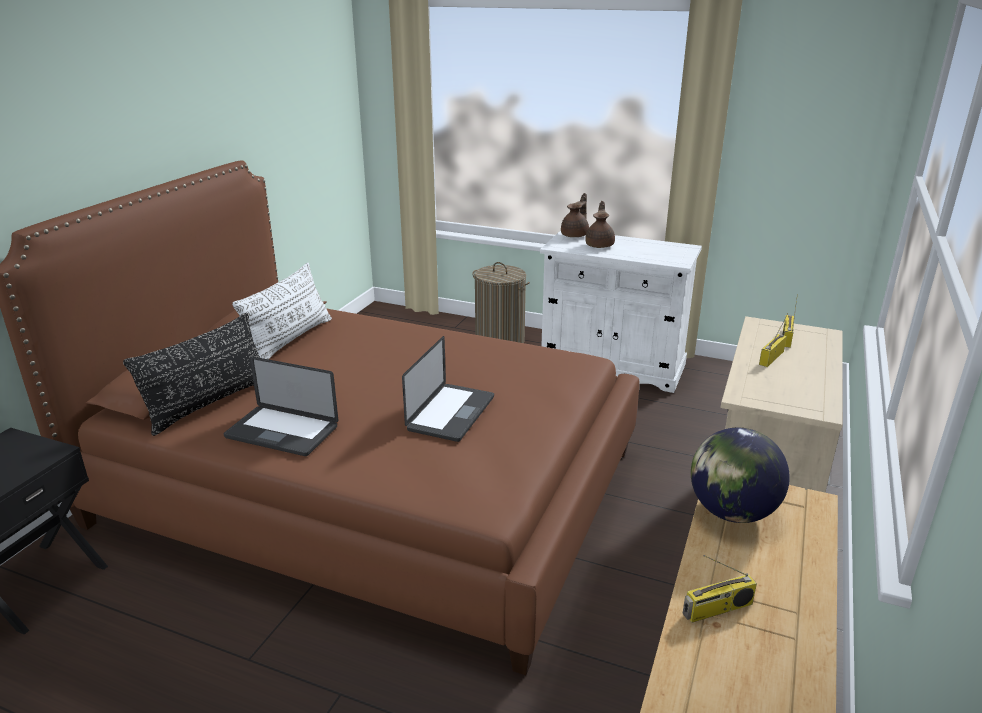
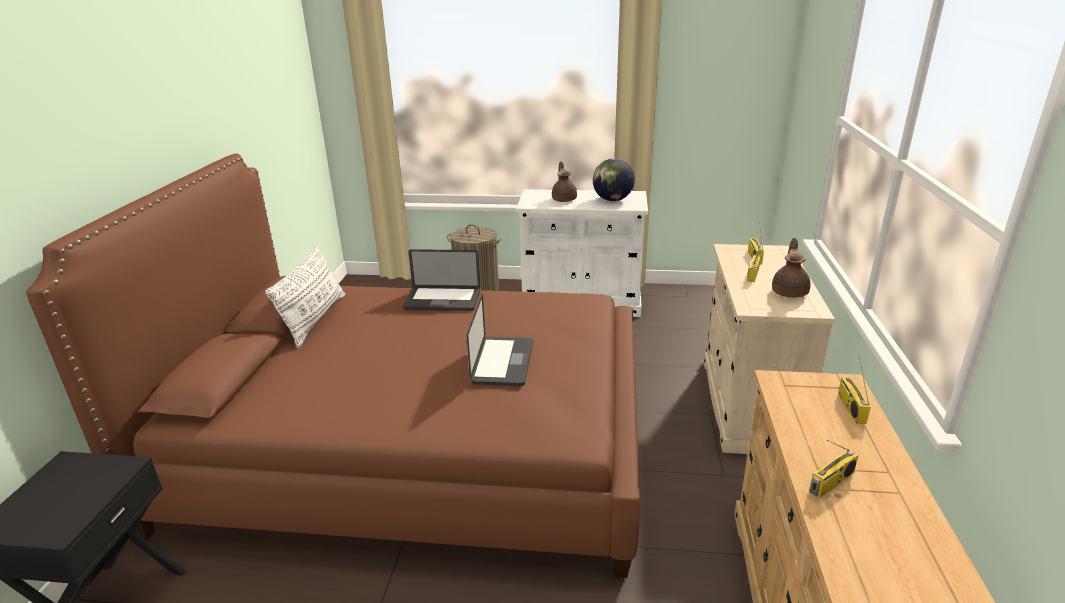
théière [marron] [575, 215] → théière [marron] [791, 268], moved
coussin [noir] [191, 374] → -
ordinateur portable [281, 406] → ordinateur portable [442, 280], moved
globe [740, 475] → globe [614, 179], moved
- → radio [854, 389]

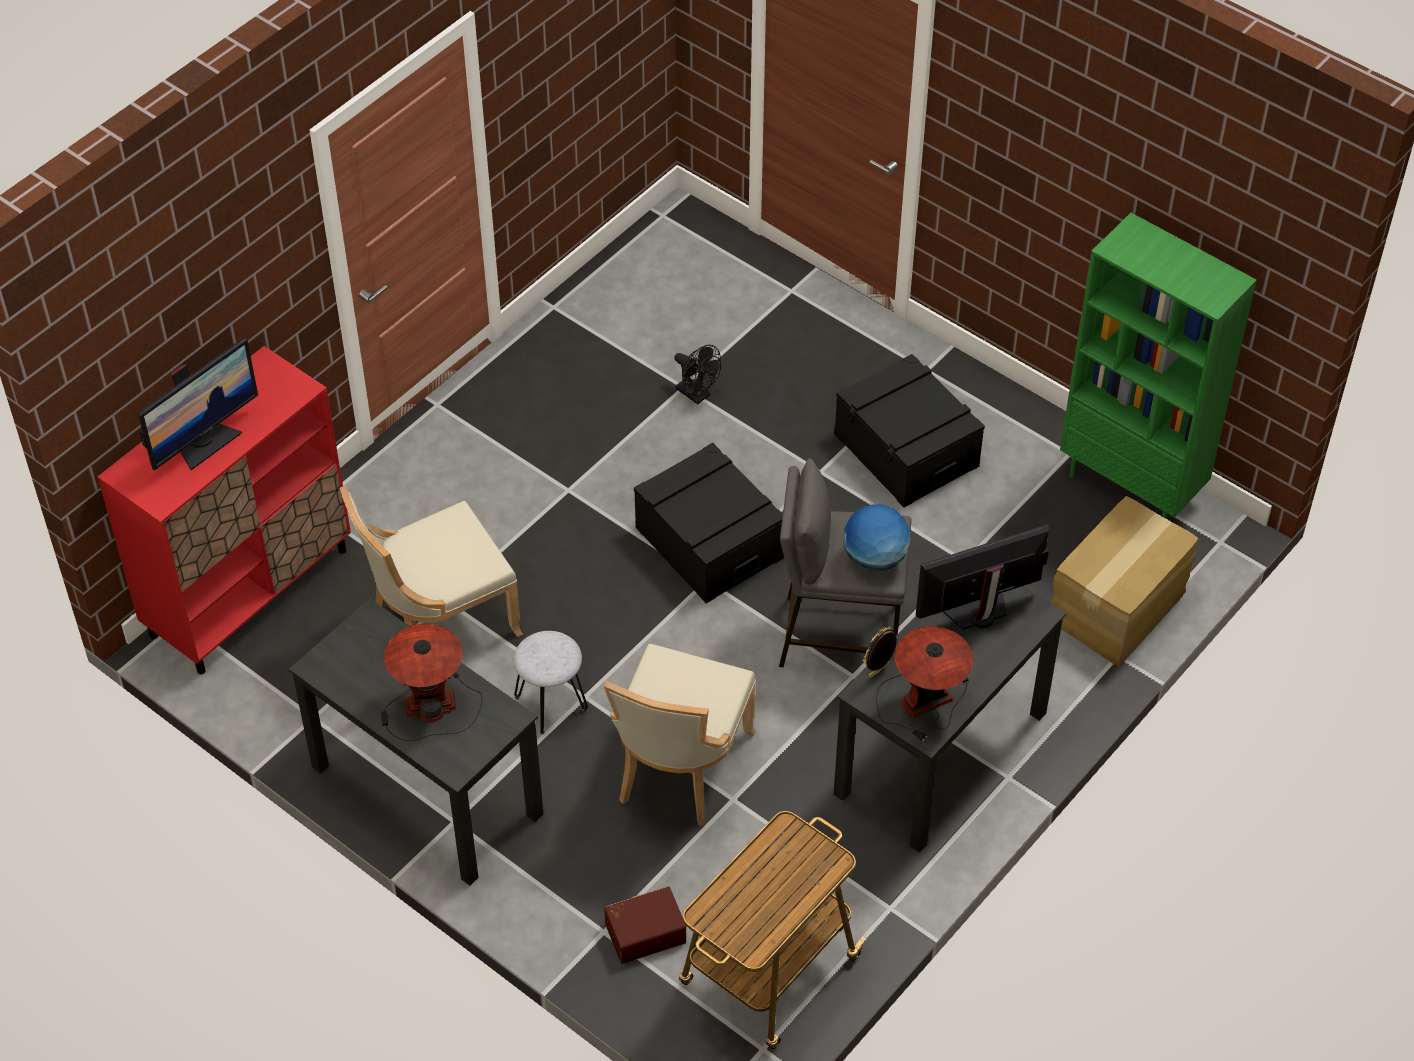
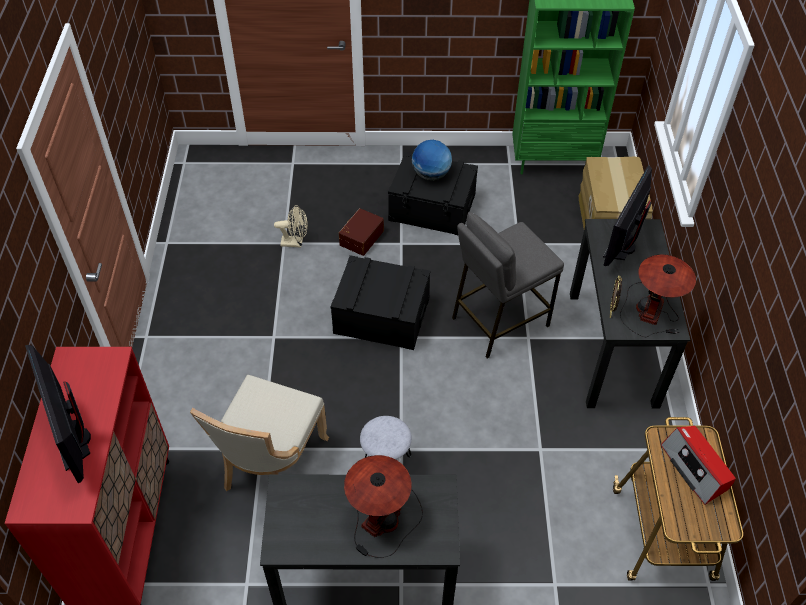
écran d'ordinateur [198, 405] → écran d'ordinateur [58, 414], 150 degrees clockwise
ventilateur [noir] [697, 374] → ventilateur [beige] [291, 226]
globe [877, 538] → globe [432, 160], moved
chaise [beige] [680, 735] → -
boîte de rangement [marron] [645, 925] → boîte de rangement [marron] [361, 232], moved
- → radio [698, 465]

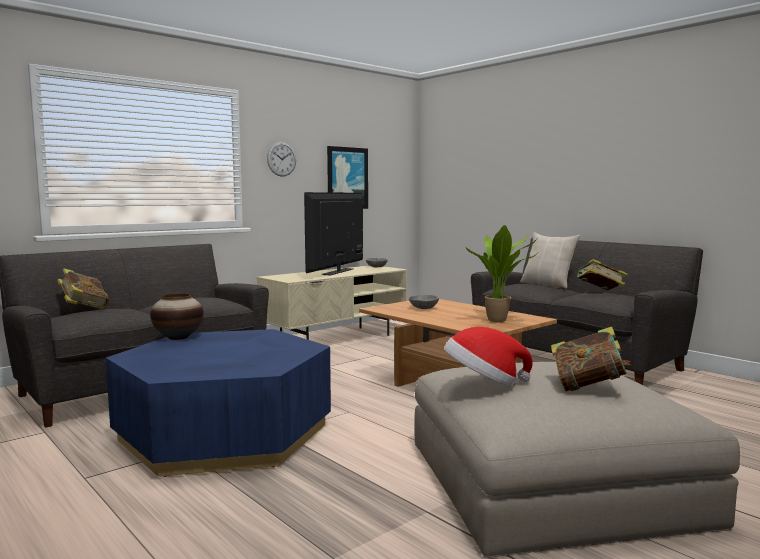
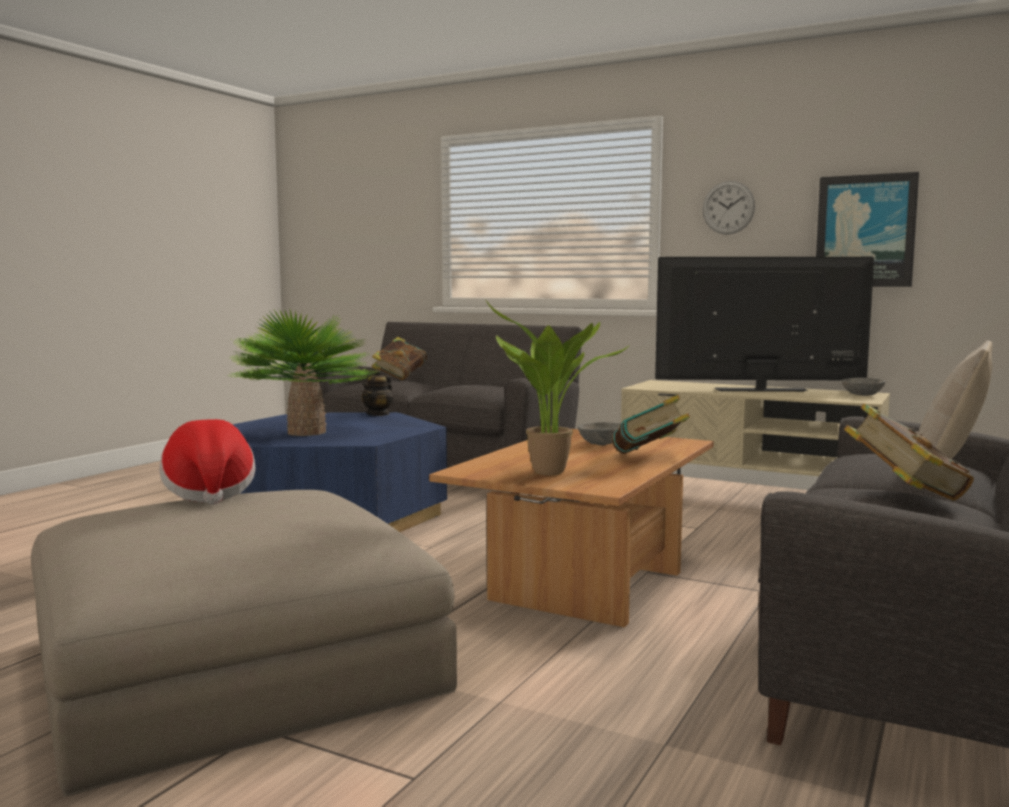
vase [177, 316] → théière [377, 392]
livre [591, 359] → livre [651, 424], moved
- → plante en pot [304, 372]

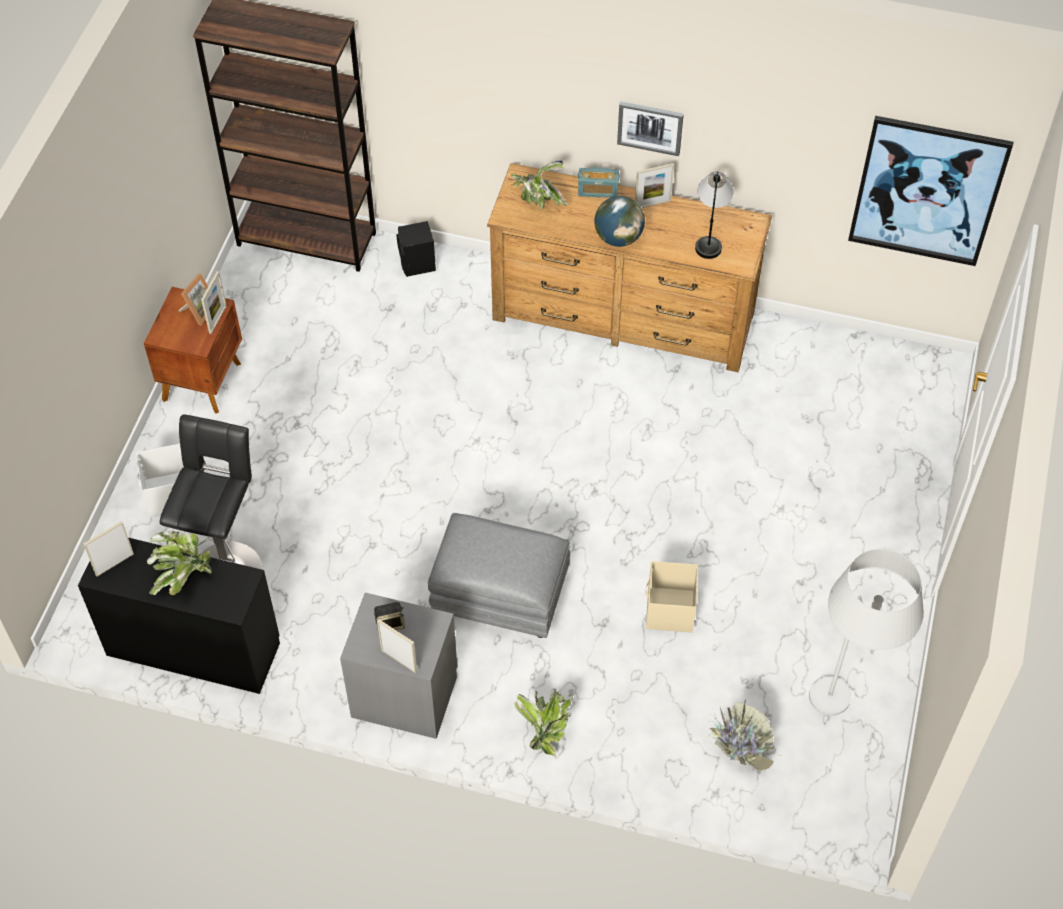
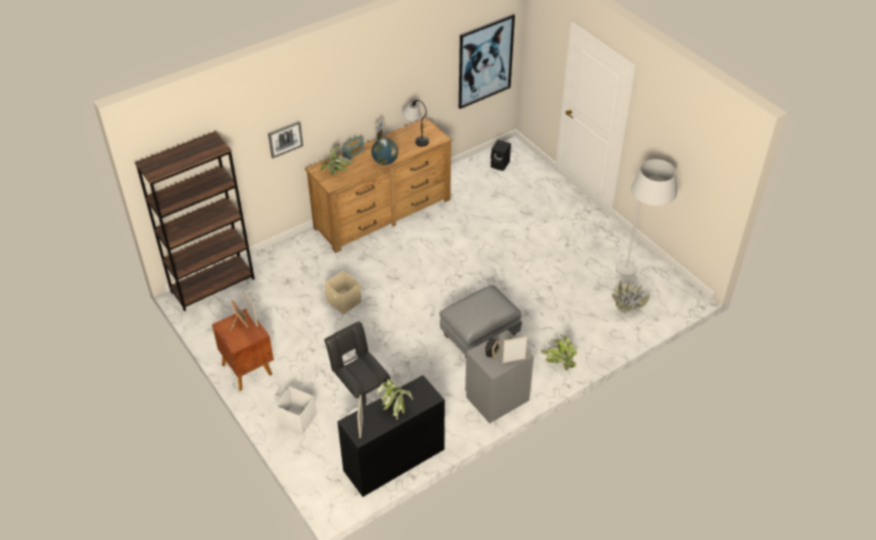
tableau [650, 128] → tableau [285, 139], moved
enceinte [noir] [416, 249] → enceinte [noir] [501, 155], moved
boîte de rangement [beige] [672, 597] → boîte de rangement [beige] [343, 293], moved

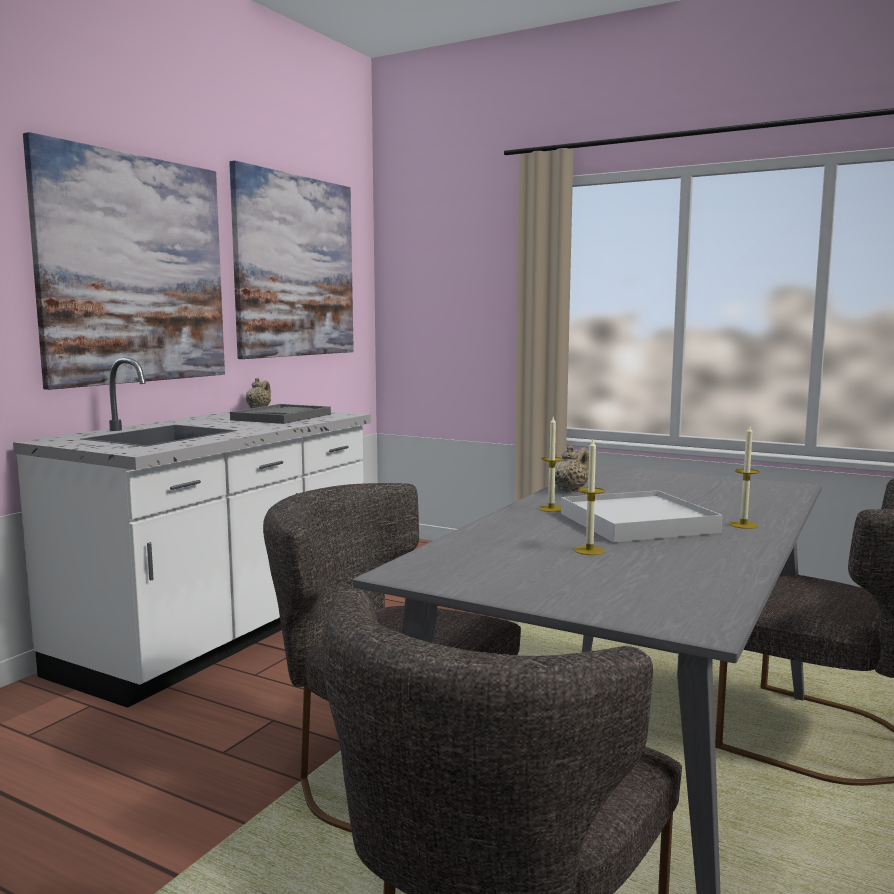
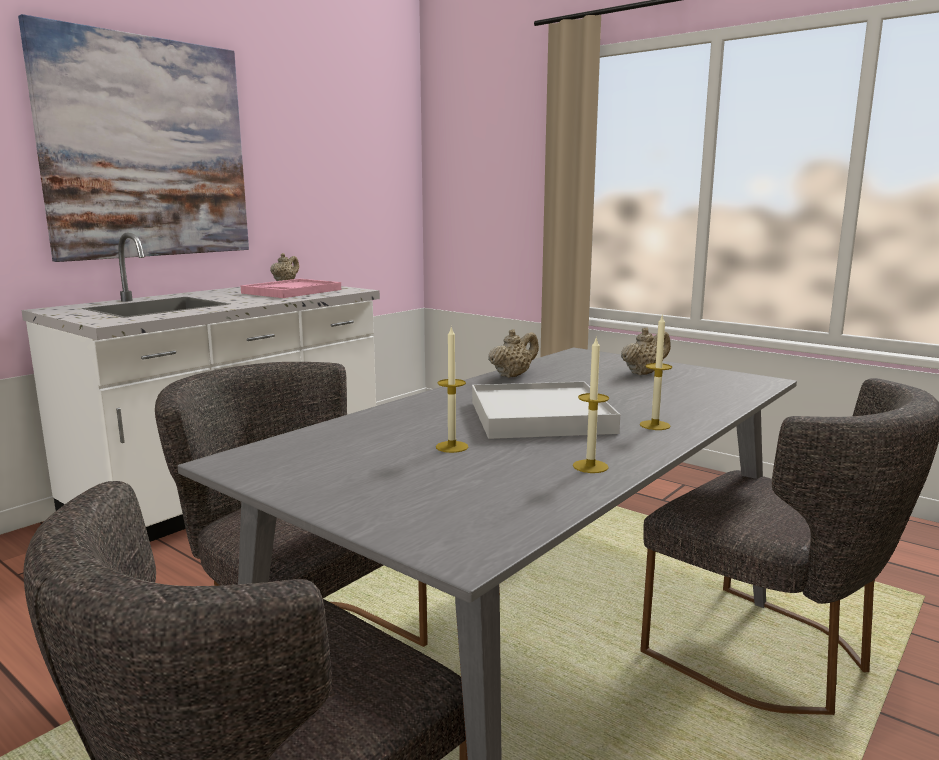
tableau [291, 260] → -
plateau [gris] [280, 414] → plateau [rose] [291, 288]
bougie [551, 464] → bougie [591, 405], moved
- → théière [beige] [646, 351]

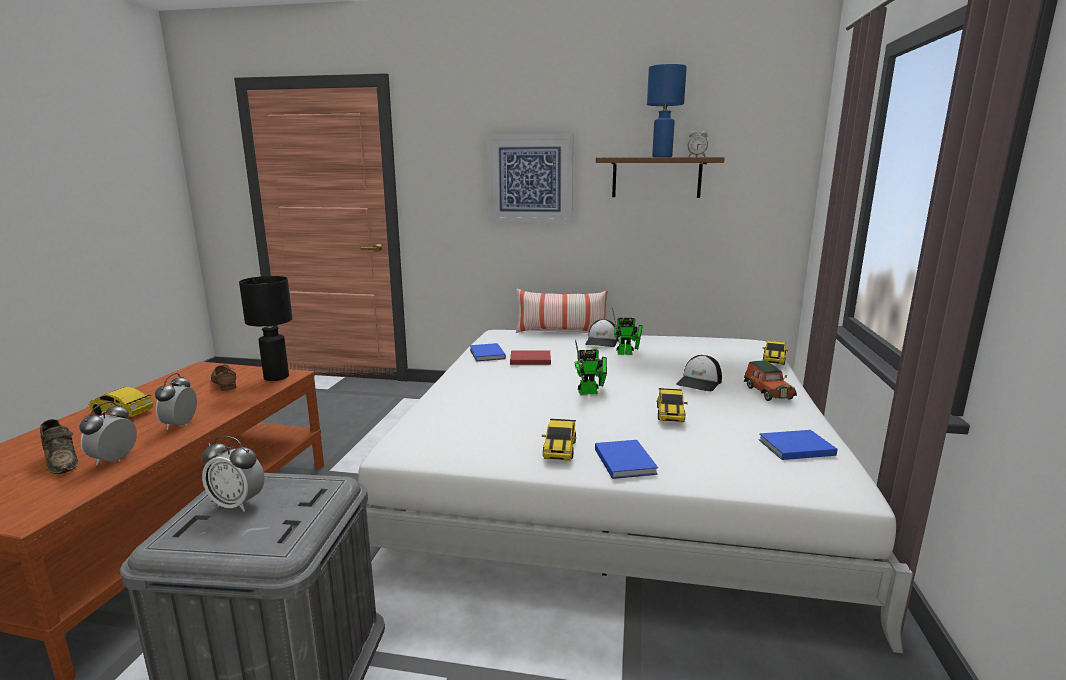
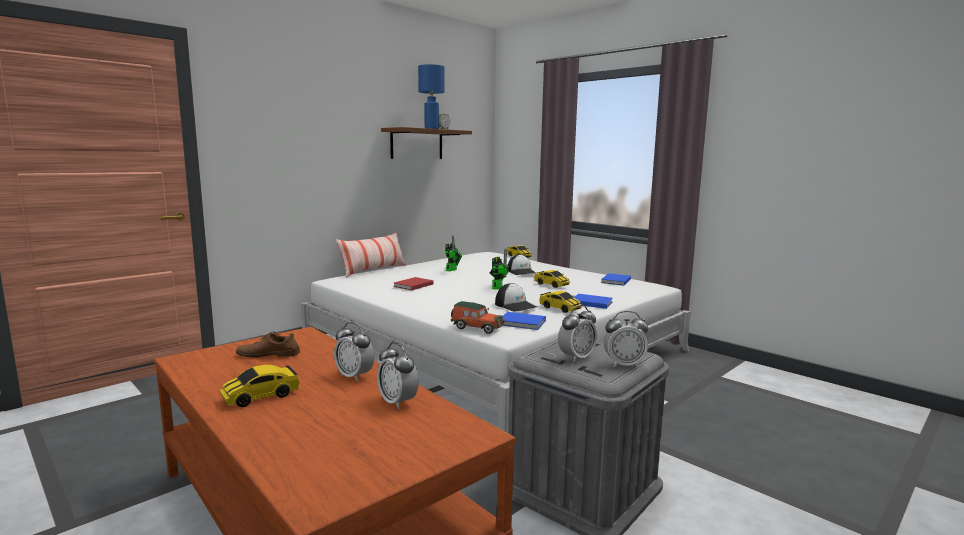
tableau [530, 178] → -
lampe de table [noir] [266, 328] → -
casquette [601, 333] → casquette [516, 297], moved
livre [bleu] [488, 352] → livre [bleu] [524, 321], moved
petite voiture [770, 381] → petite voiture [477, 317], moved
chaussure [marron] [59, 446] → -
- → réveil [625, 339]

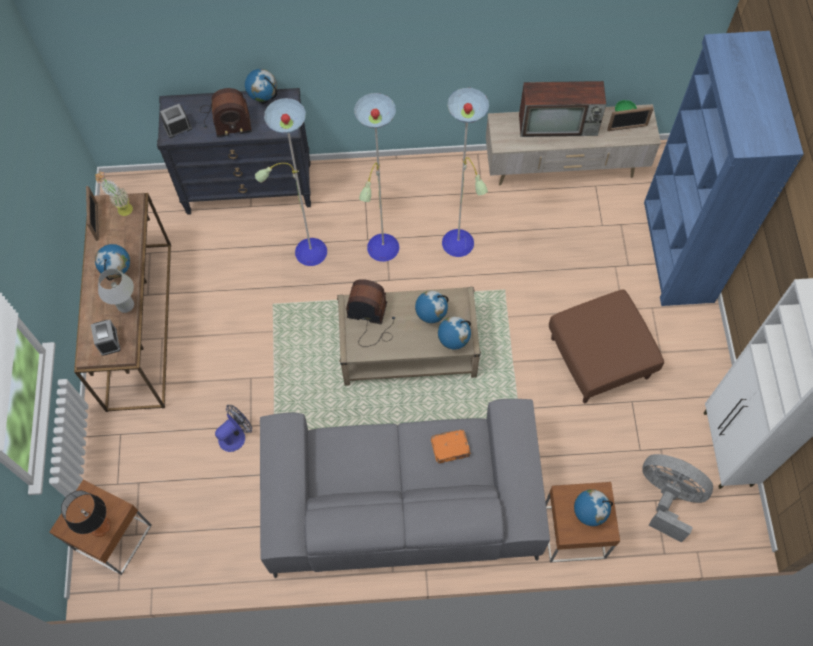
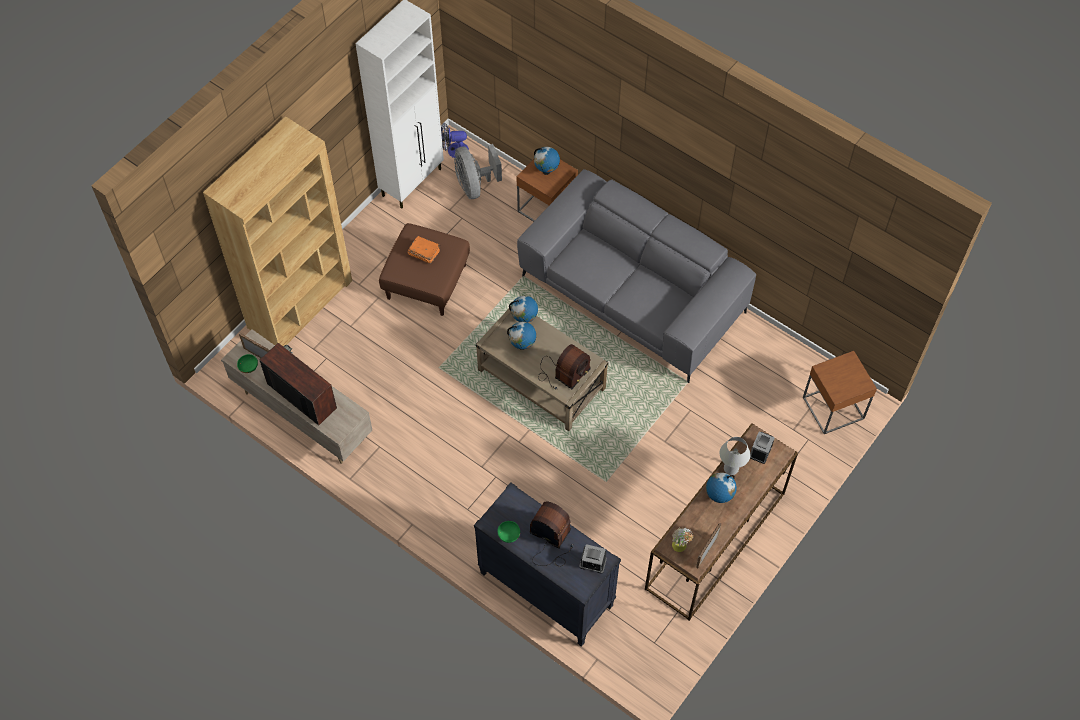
bibliothèque [bleu] [724, 168] → bibliothèque [marron] [277, 231]
globe [261, 86] → bol [vert] [508, 532]
lampadaire [372, 177] → -
radio [370, 313] → radio [564, 367], 105 degrees counterclockwise
ventilateur [233, 428] → ventilateur [455, 140], moved
livre [orange] [451, 446] → livre [orange] [424, 249], moved
lampe de table [86, 514] → -

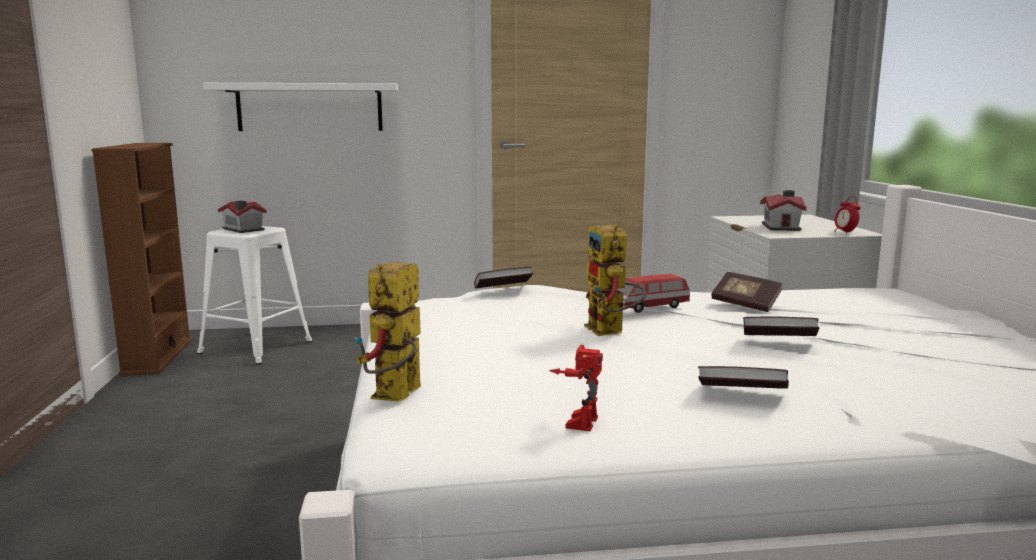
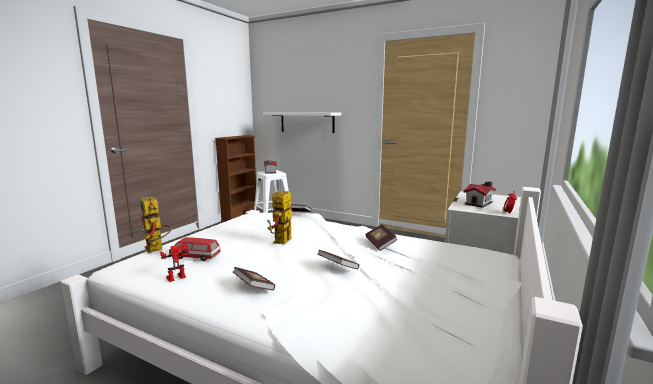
robot jouet [388, 332] → robot jouet [155, 224], 90 degrees counterclockwise
petite voiture [653, 293] → petite voiture [195, 249], moved

